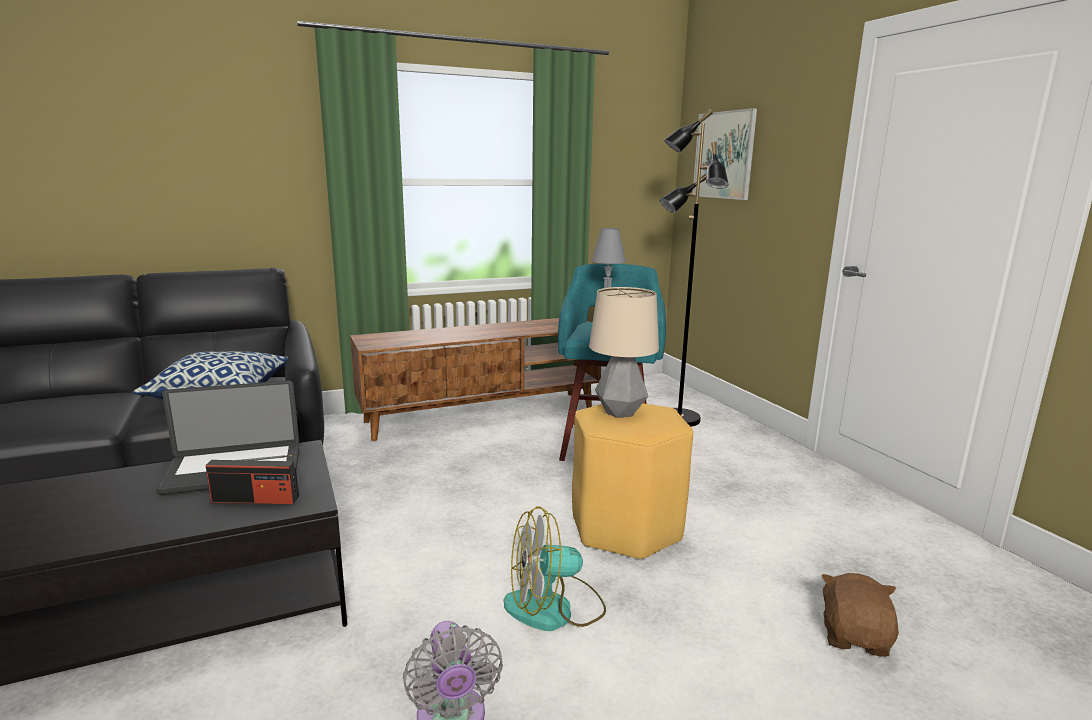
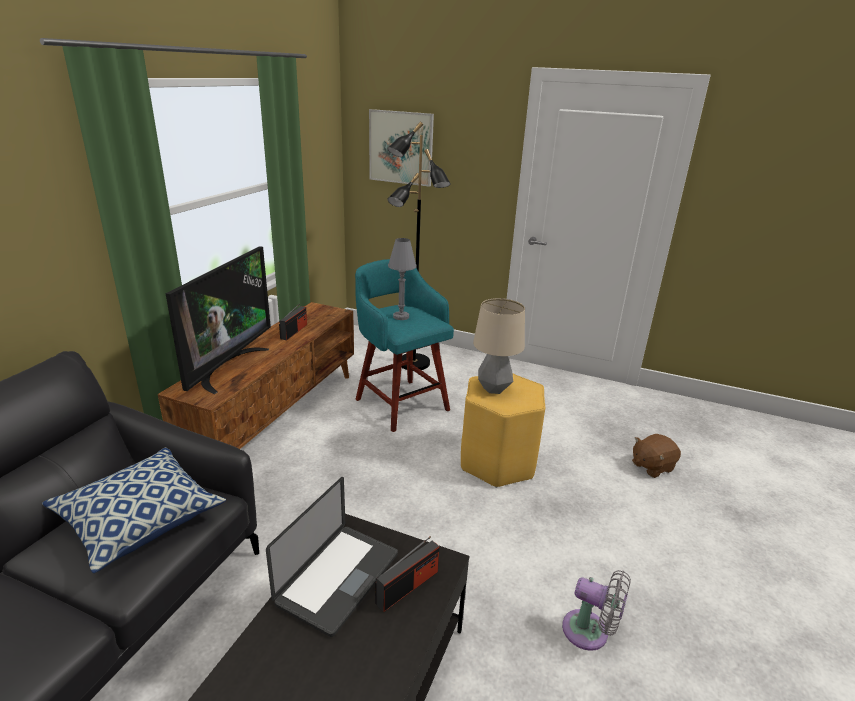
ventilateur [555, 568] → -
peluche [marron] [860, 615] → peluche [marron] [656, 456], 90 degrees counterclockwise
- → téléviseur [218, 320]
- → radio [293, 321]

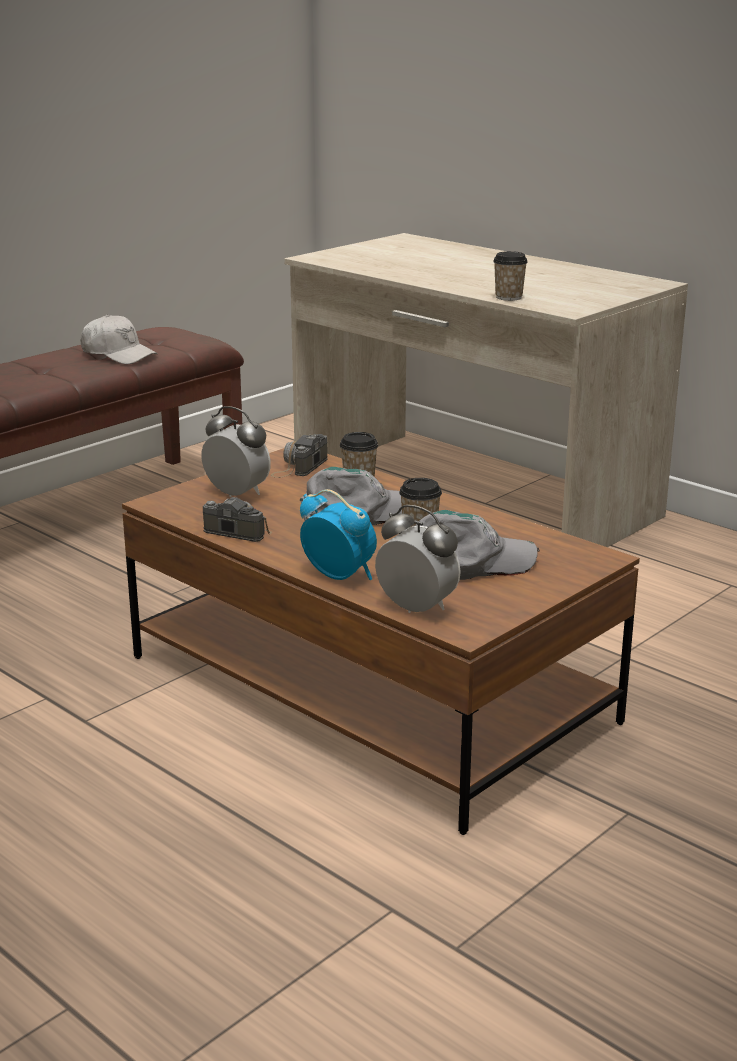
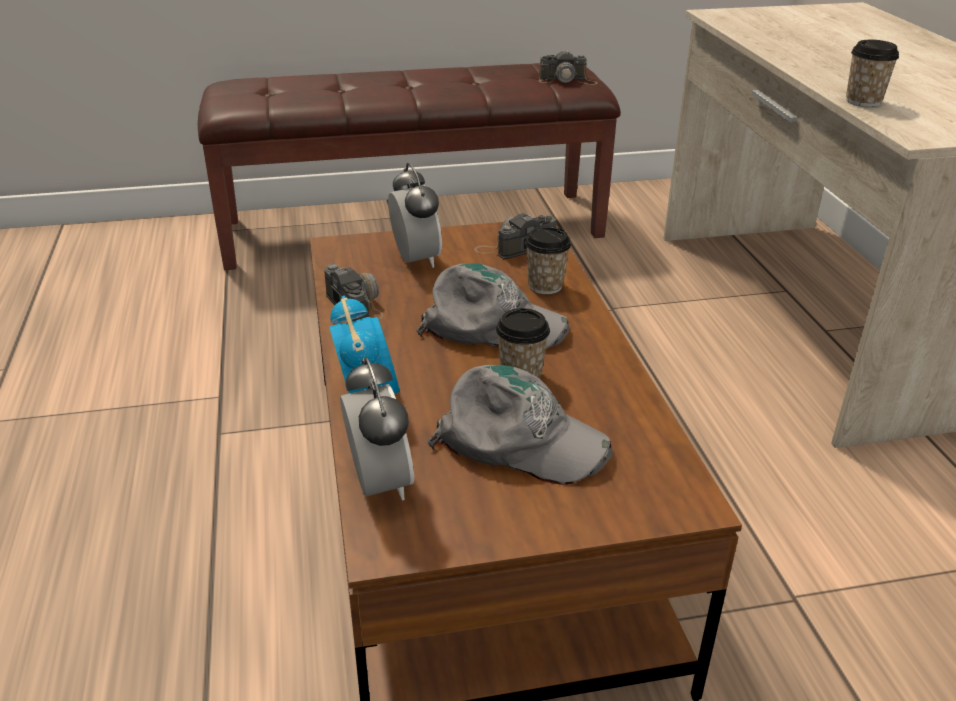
casquette [blanc] [119, 339] → -
- → appareil photo [568, 67]

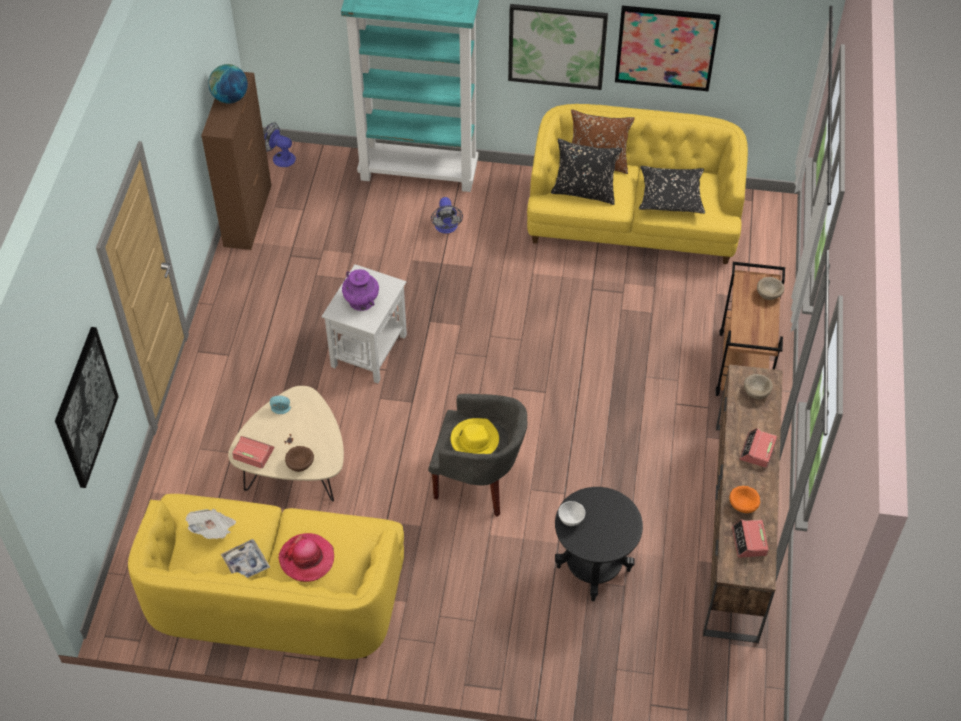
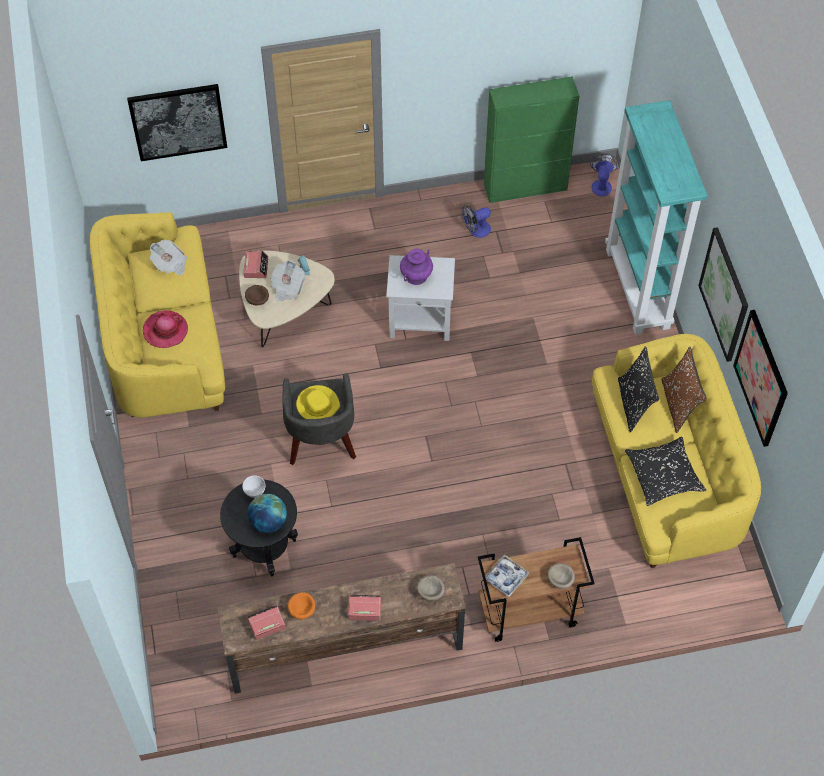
globe [228, 84] → globe [267, 513], moved
meuble de rangement [marron] [236, 161] → meuble de rangement [vert] [531, 139]
ventilateur [447, 215] → ventilateur [476, 221], moved
plateau [245, 558] → plateau [507, 575], moved
- → journal [288, 280]

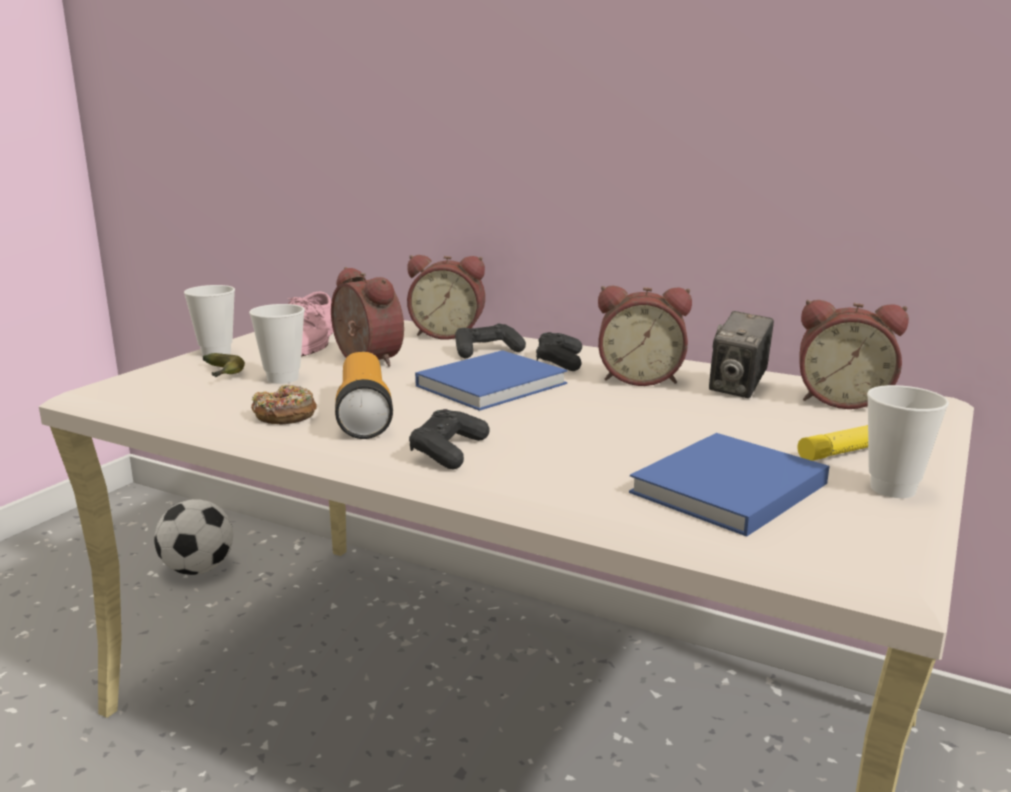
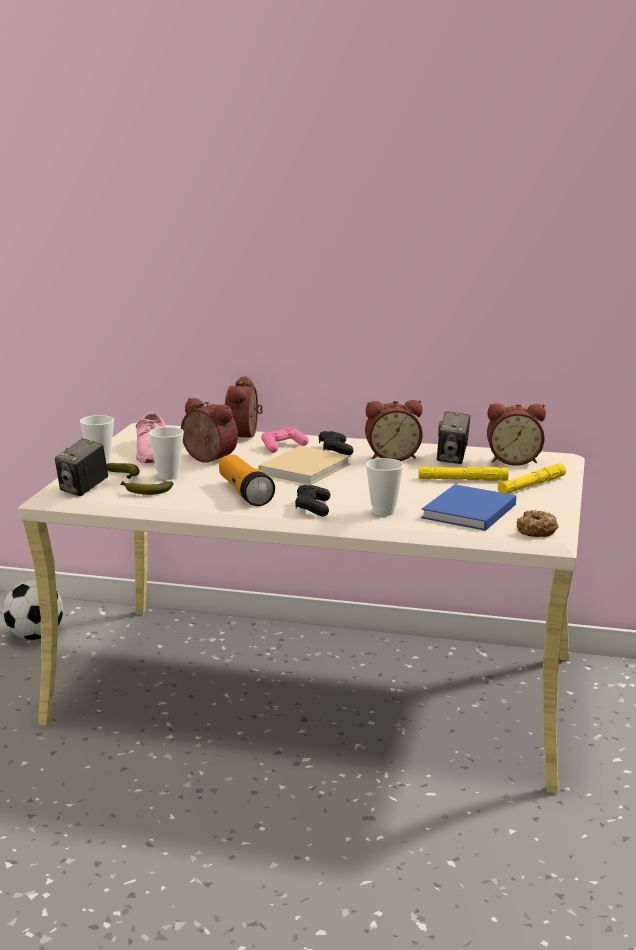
réveil [446, 297] → réveil [244, 407], 105 degrees clockwise
manette [noir] [490, 341] → manette [rose] [285, 440]
livre [bleu] [491, 380] → livre [beige] [304, 465]
beignet [284, 404] → beignet [537, 523], moved
tasse [908, 441] → tasse [385, 487], moved
- → appareil photo [81, 467]
- → lampe de poche [jaune] [463, 474]
- → banane [146, 488]

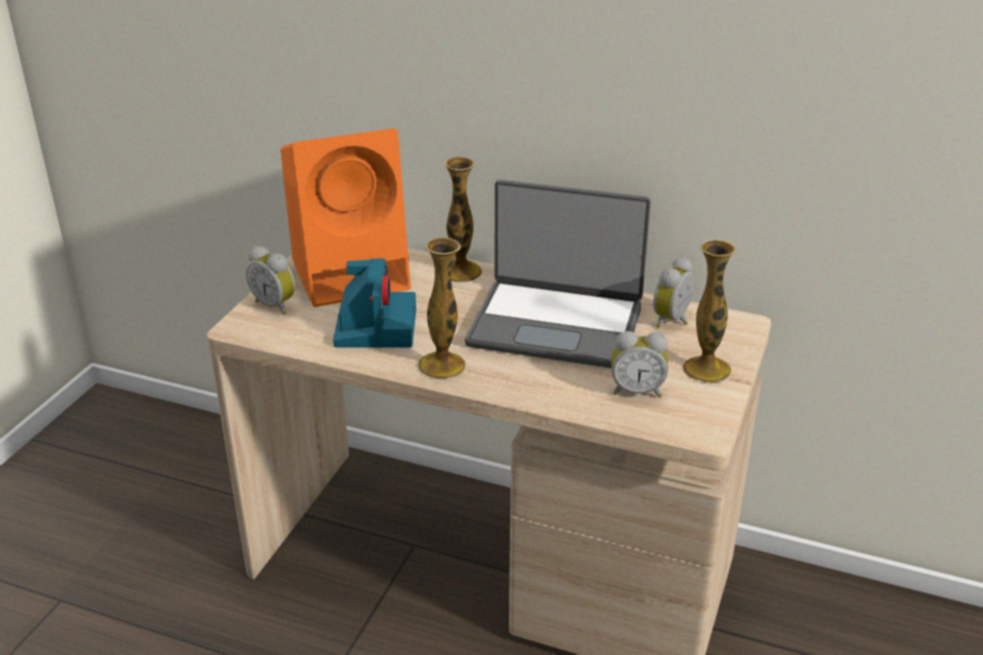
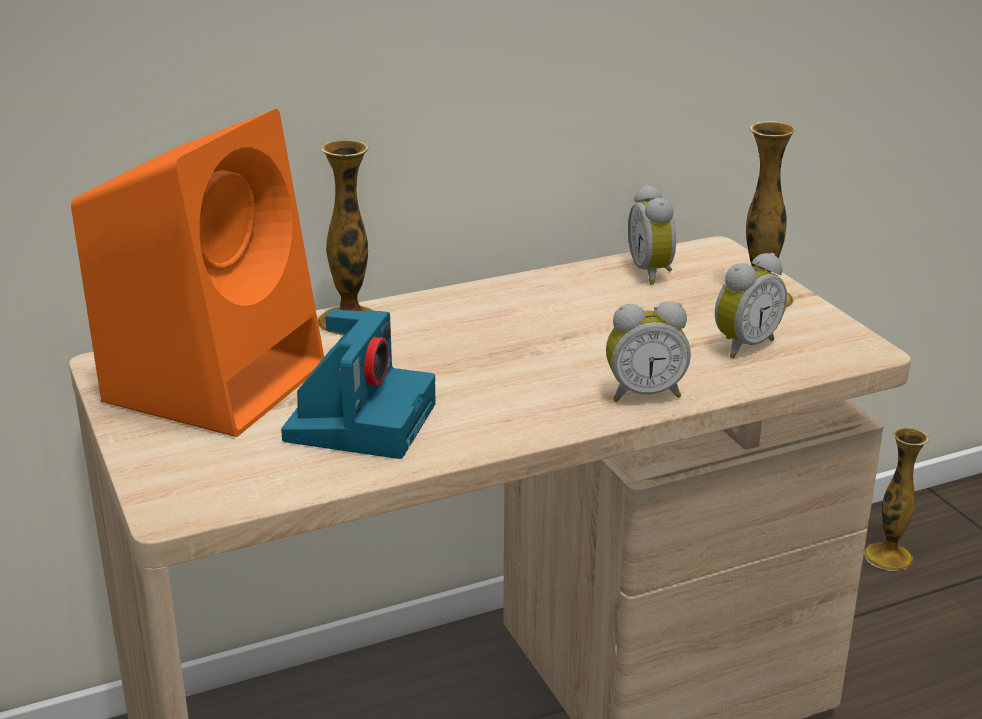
ordinateur portable [558, 274] → -
vase [441, 308] → vase [896, 499], moved
réveil [270, 280] → réveil [648, 351], moved
appareil photo [374, 303] → appareil photo [358, 384], 60 degrees clockwise

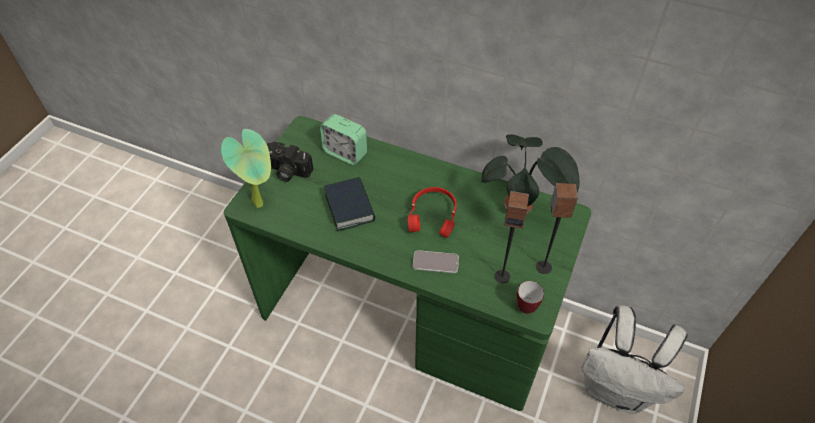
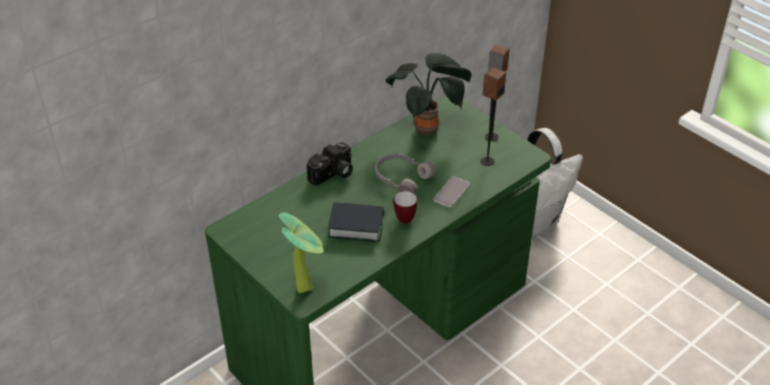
réveil [343, 139] → -
appareil photo [290, 162] → appareil photo [330, 163], moved
casque audio [rouge] [432, 212] → casque audio [gris] [405, 173]
mug [530, 297] → mug [405, 207], moved

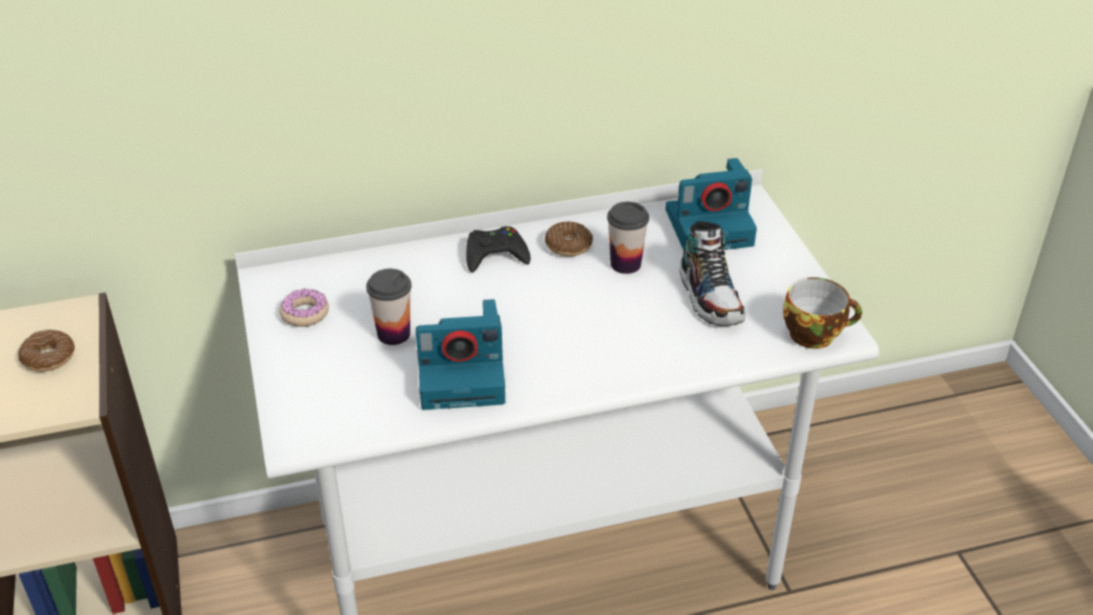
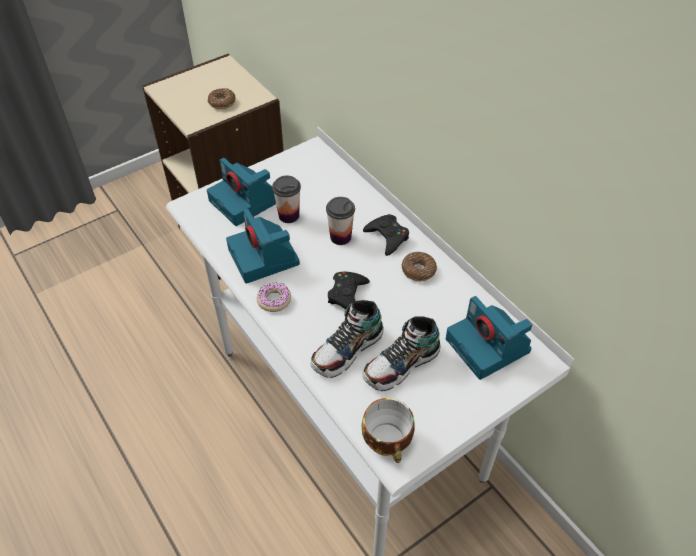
tasse [628, 238] → tasse [340, 221], moved
beignet [304, 308] → beignet [274, 297], moved
- → appareil photo [241, 192]
- → manette [noir] [349, 290]
- → chaussure [346, 339]

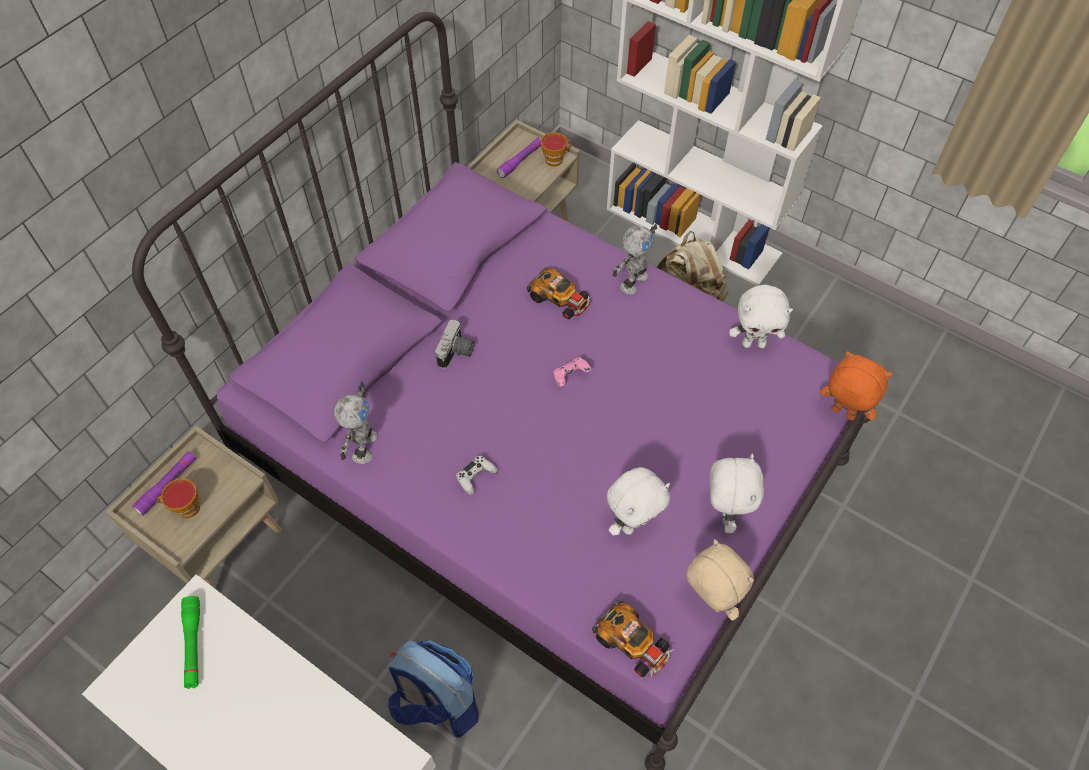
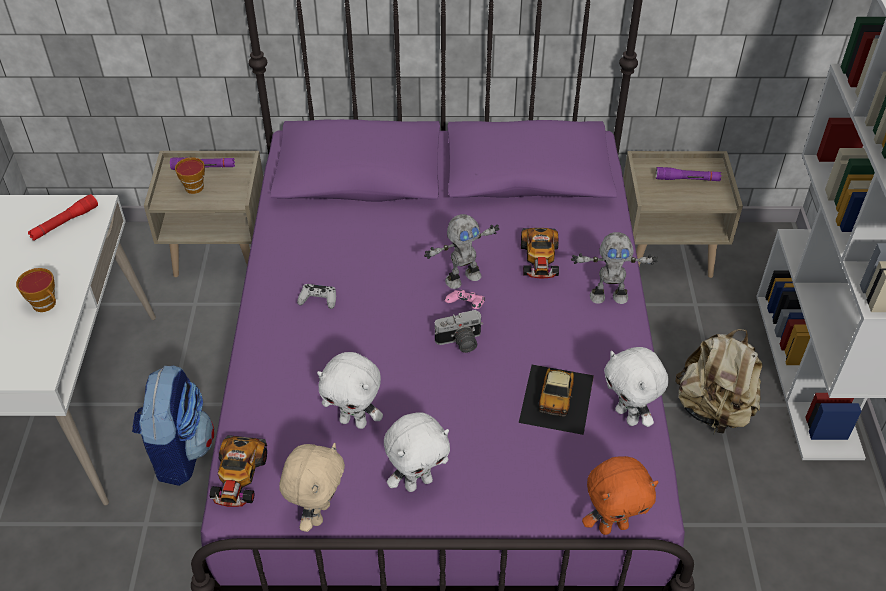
tasse [556, 149] → tasse [36, 290], moved
appareil photo [455, 344] → appareil photo [459, 331], moved
peluche [orange] [856, 386] → peluche [orange] [620, 495], 75 degrees clockwise
robot jouet [355, 422] → robot jouet [461, 251], moved
lampe de poche [vert] [190, 642] → lampe de poche [rouge] [63, 217]
- → petite voiture [556, 400]

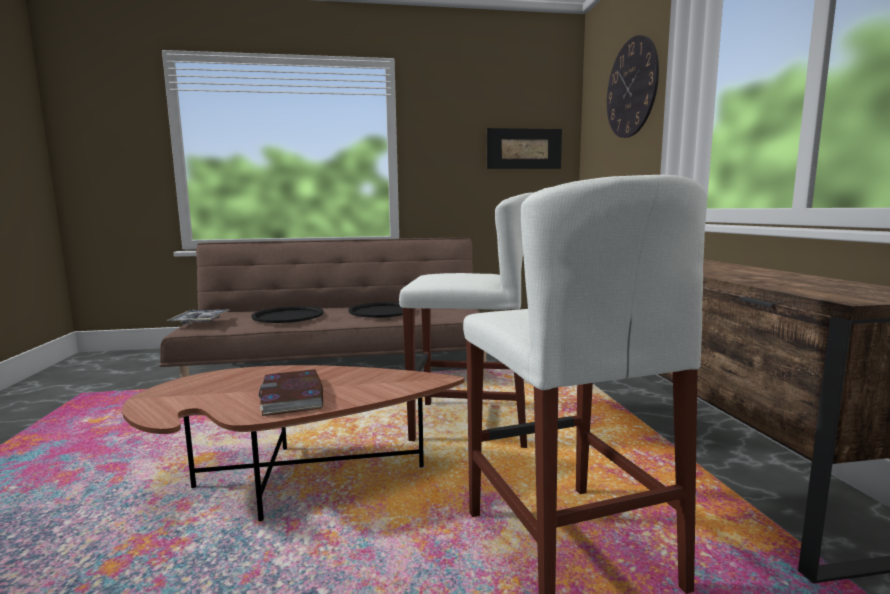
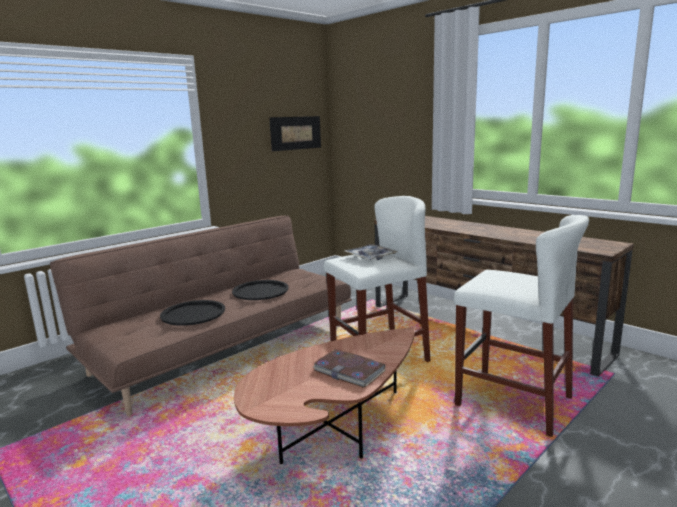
horloge murale [633, 86] → -
plateau [198, 316] → plateau [371, 252], moved

